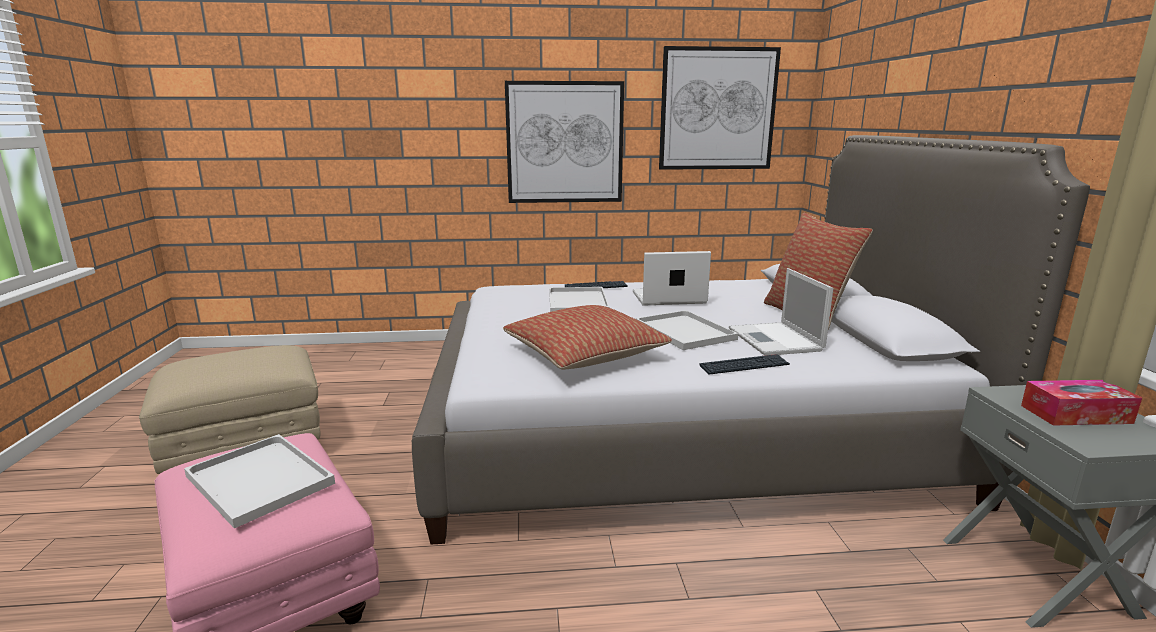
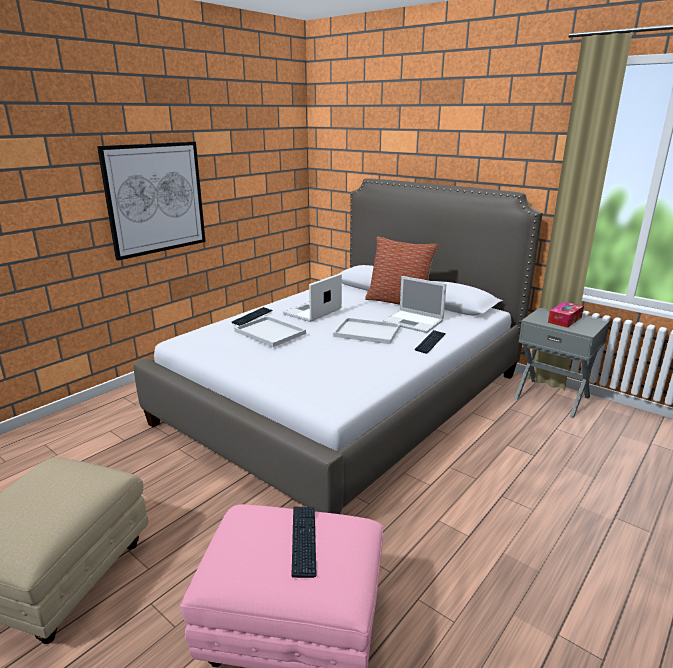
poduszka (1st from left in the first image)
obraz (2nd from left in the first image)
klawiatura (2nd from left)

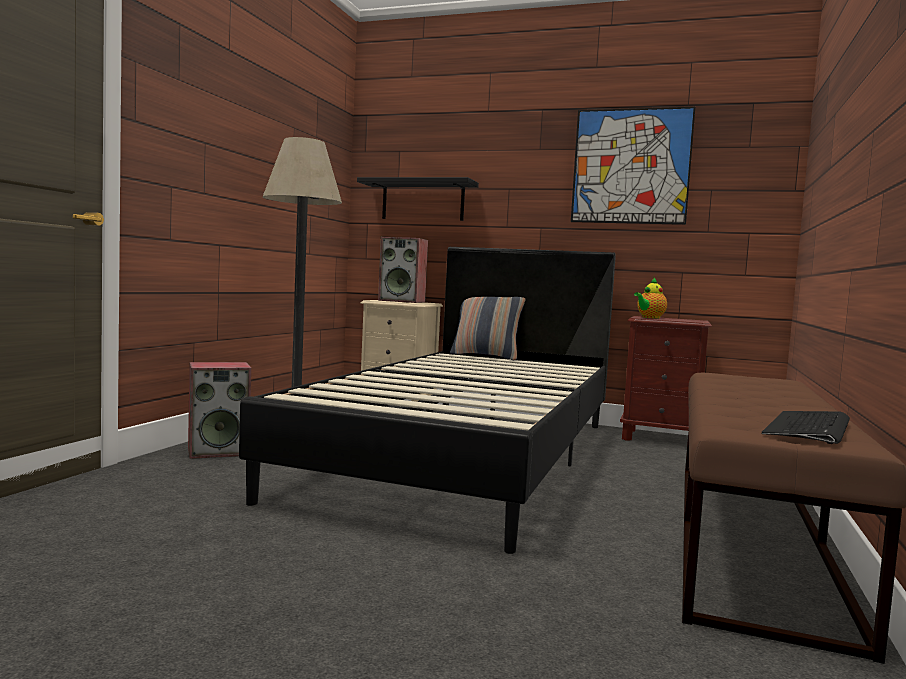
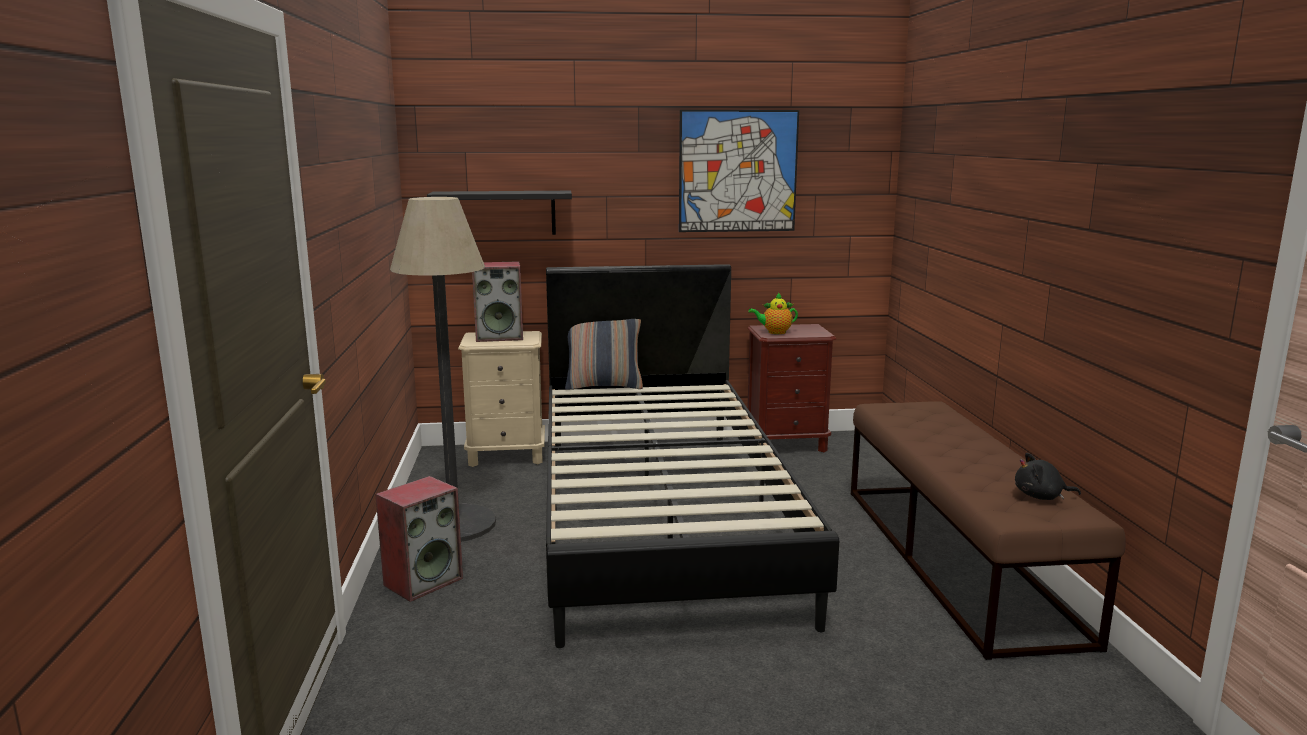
pluszak/czarny
imbryk

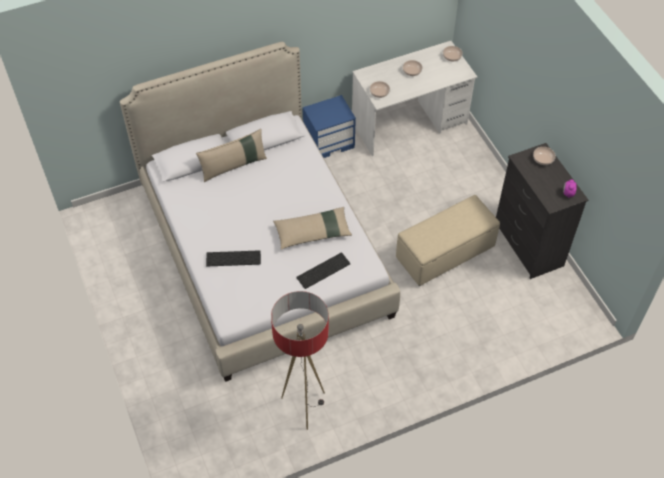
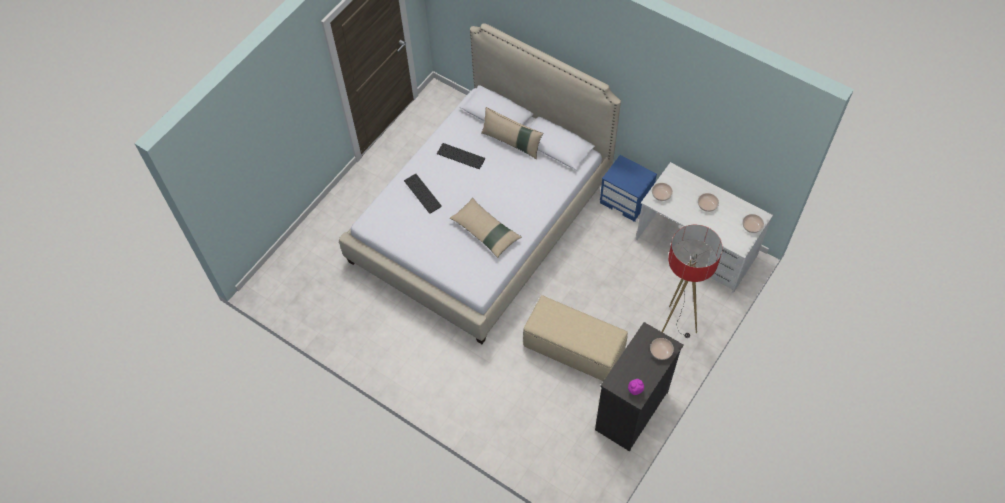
lampa stojąca
klawiatura (2nd from left)

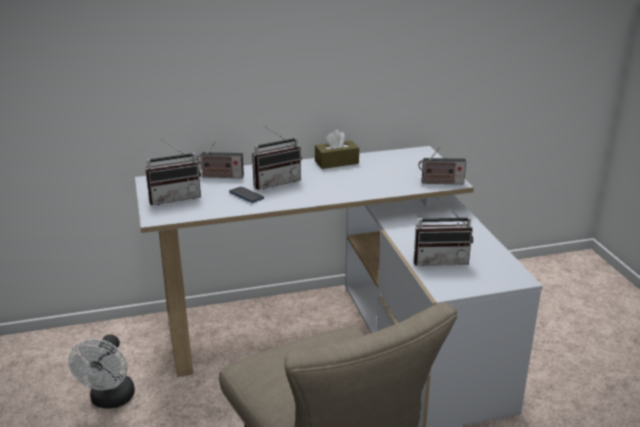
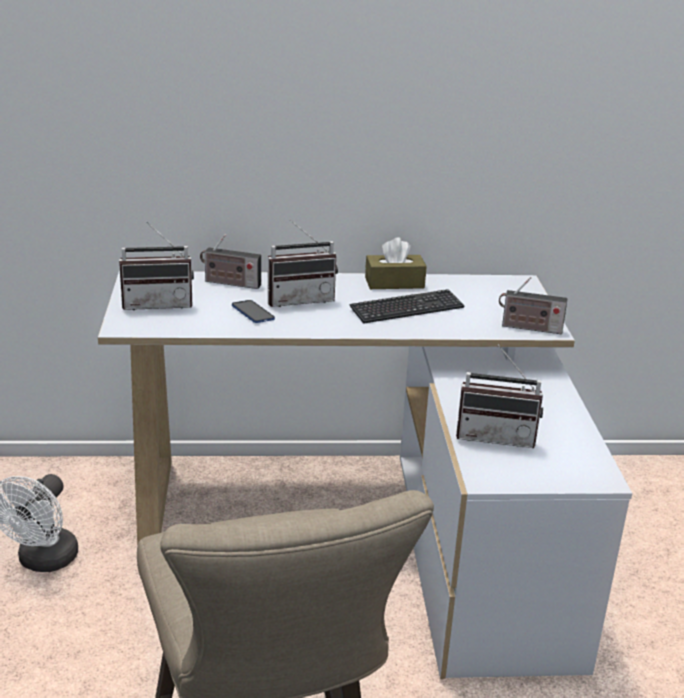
klawiatura

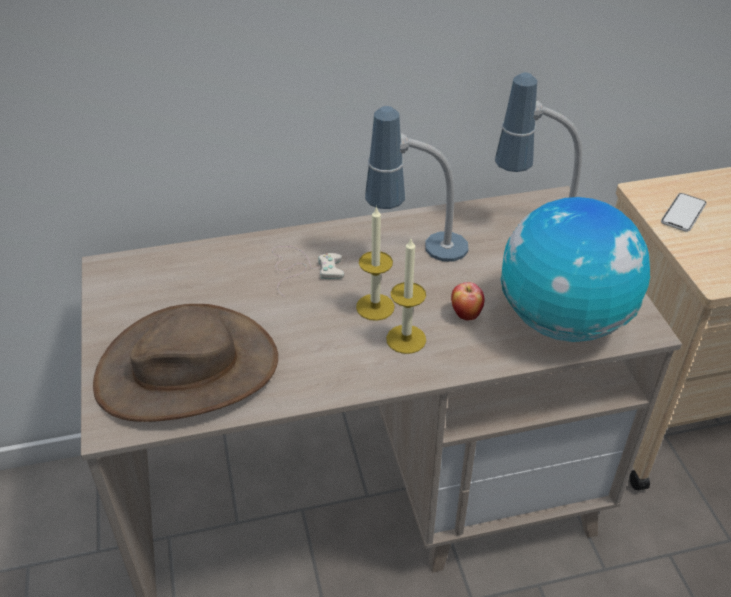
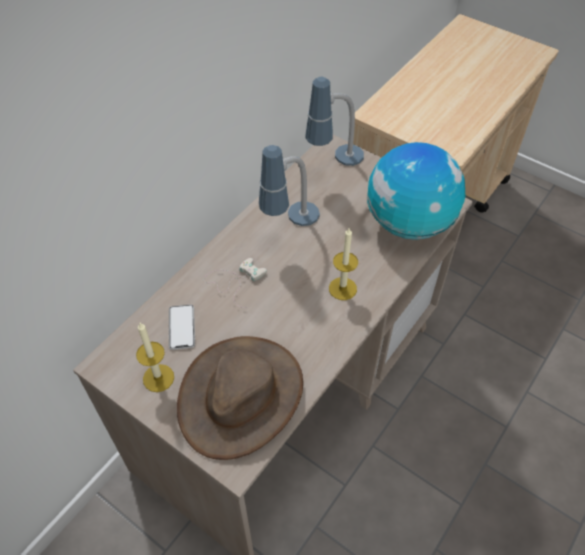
jabłko
świeca (1st from left)
telefon

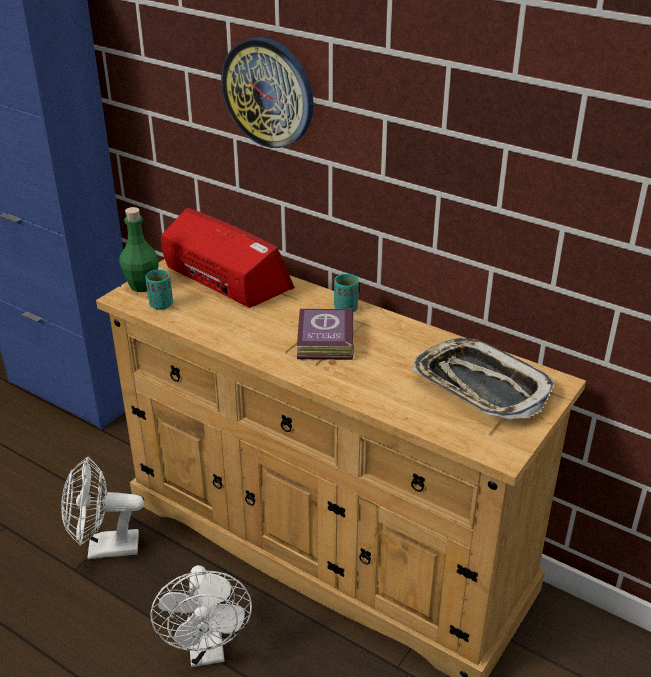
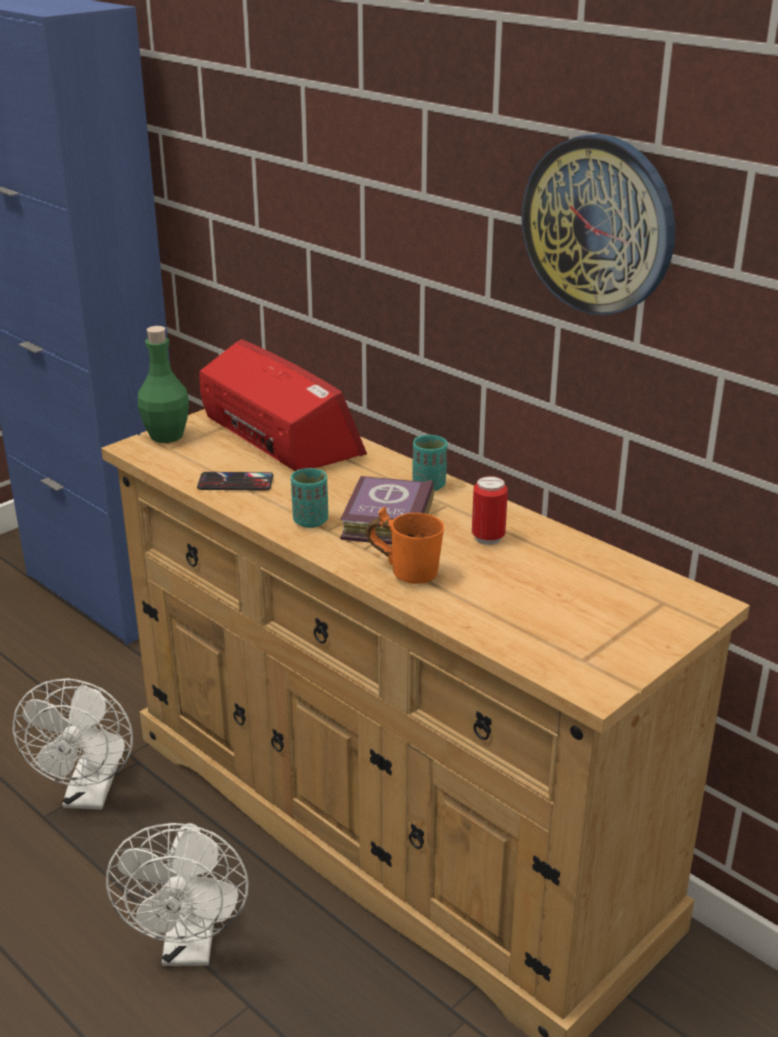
taca
telefon
kubek/pomarańczowy
puszka
filiżanka/turkusowy (1st from left)
zegar ścienny
wentylator/biały (1st from left)

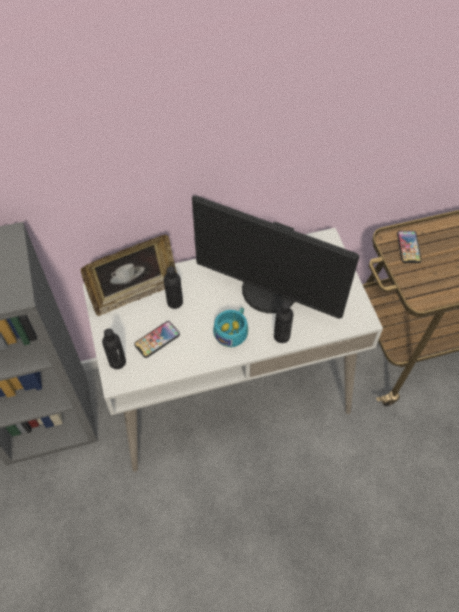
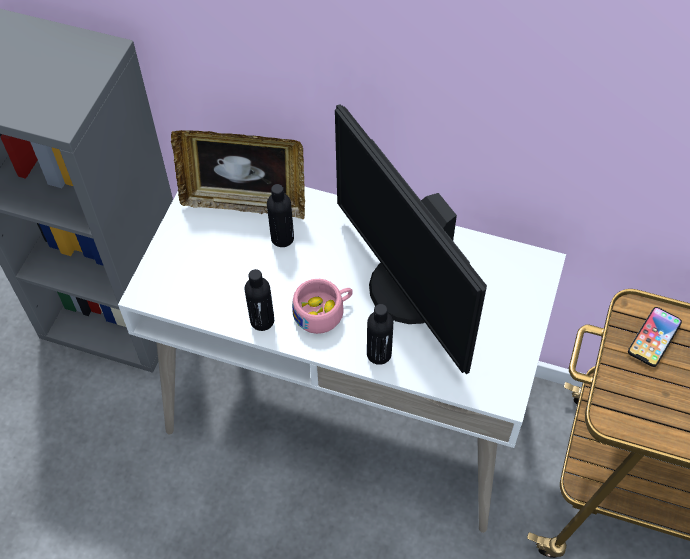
telefon (1st from left in the first image)
butelka/czarny (1st from left)
filiżanka/różowy

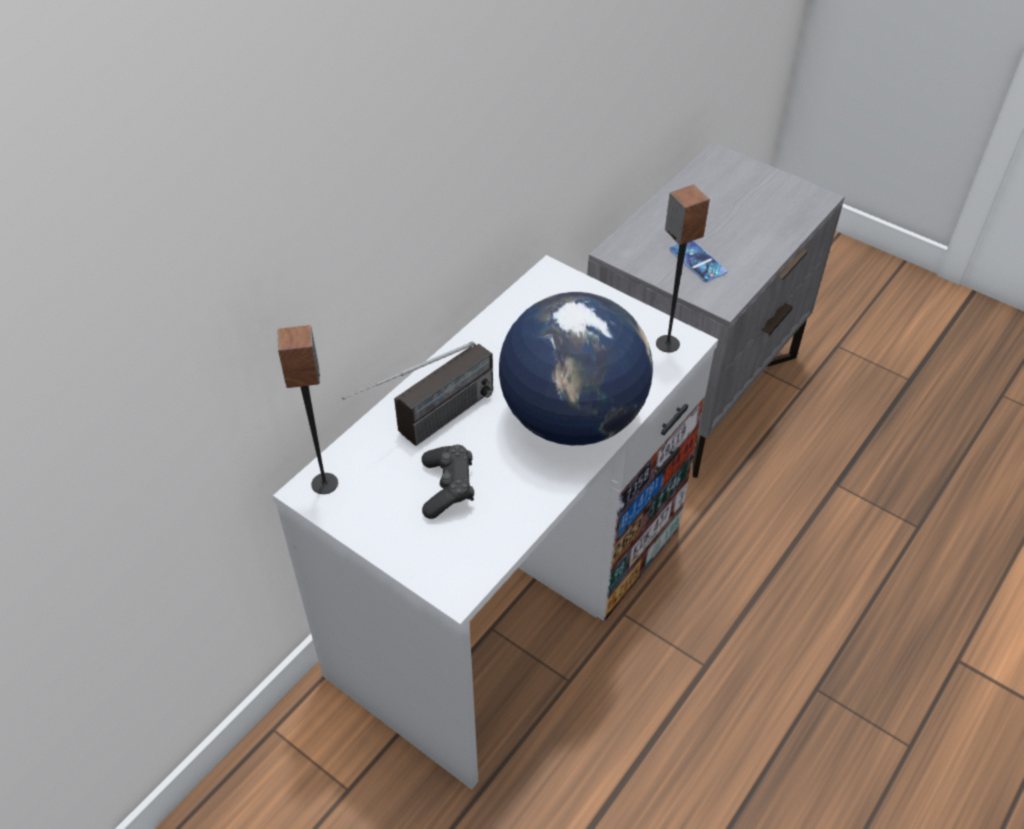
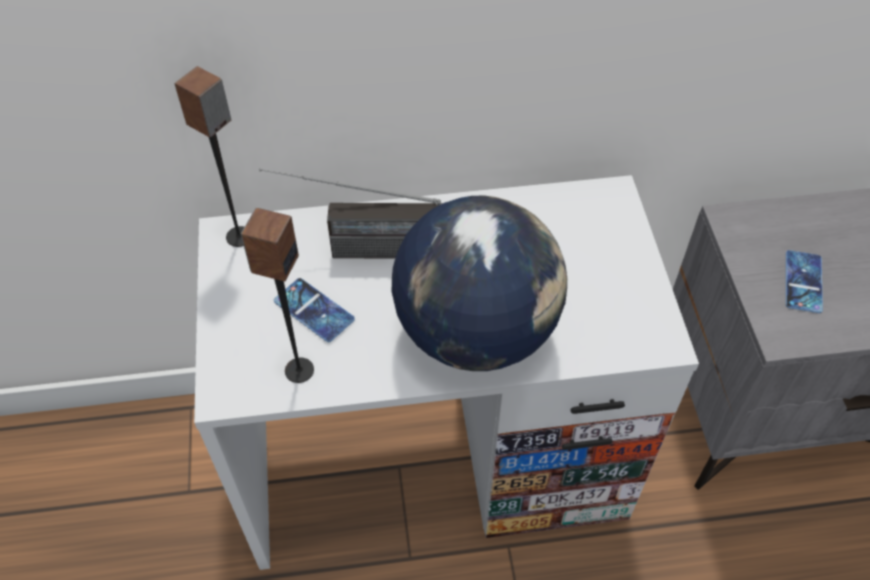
głośnik (2nd from left)
telefon (1st from left)

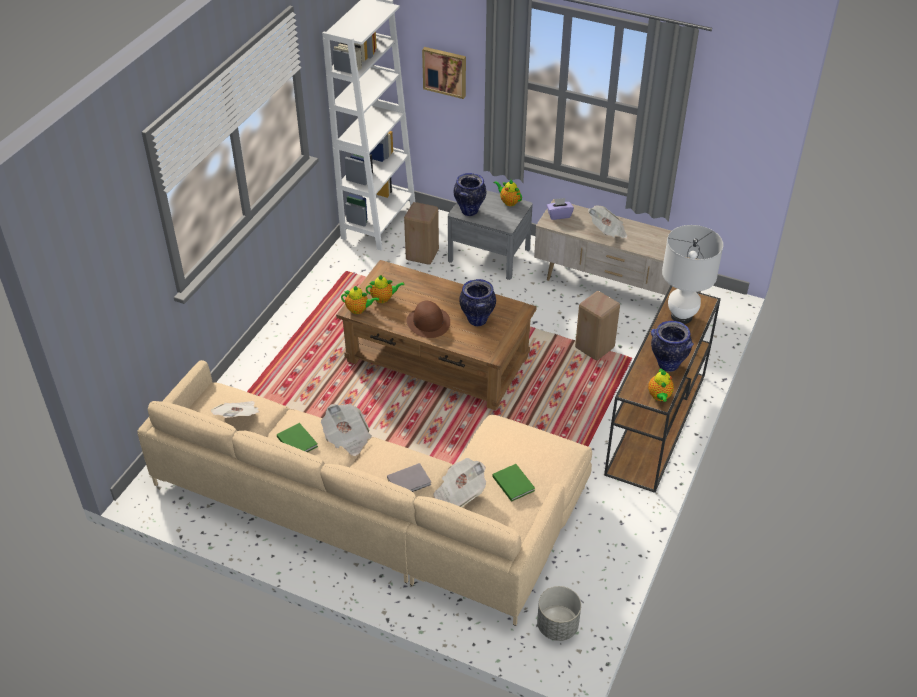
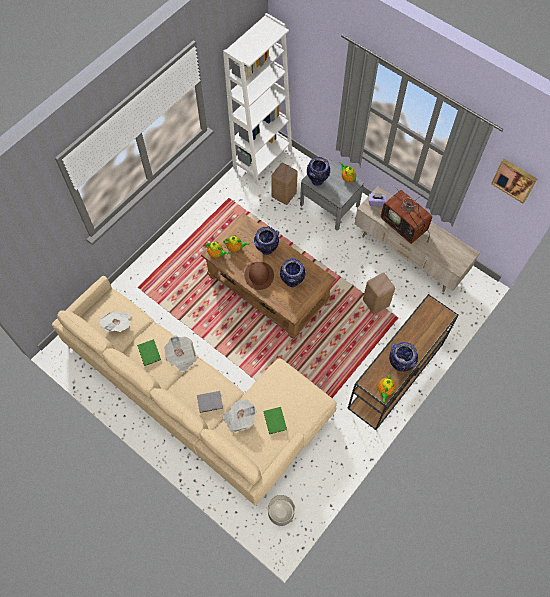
lampa stołowa/biały
wazon (1st from left)
obraz
telewizor

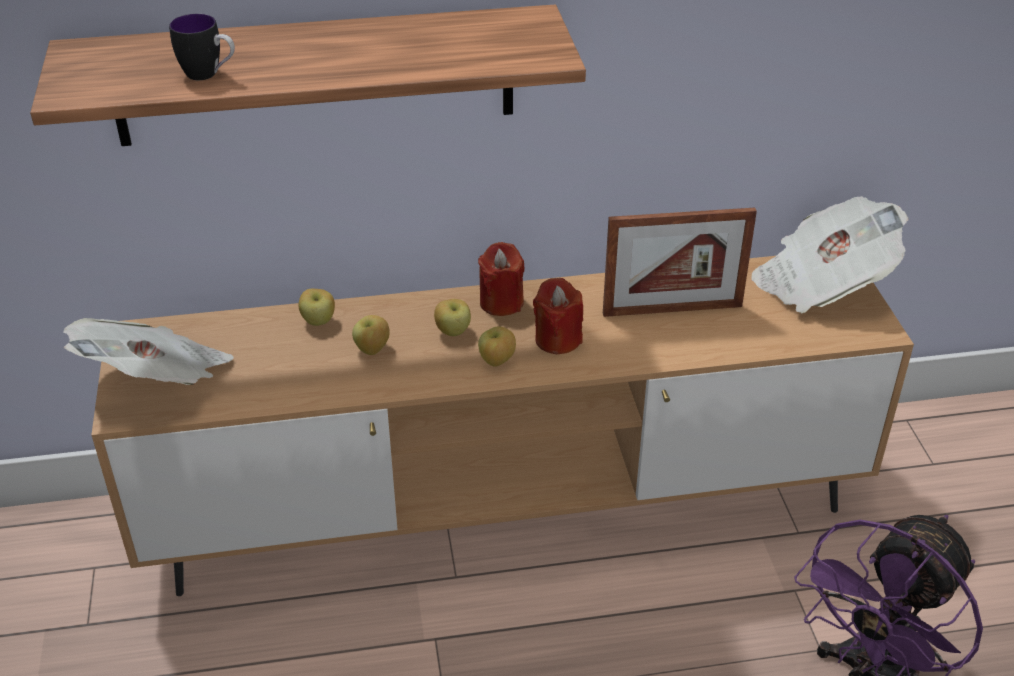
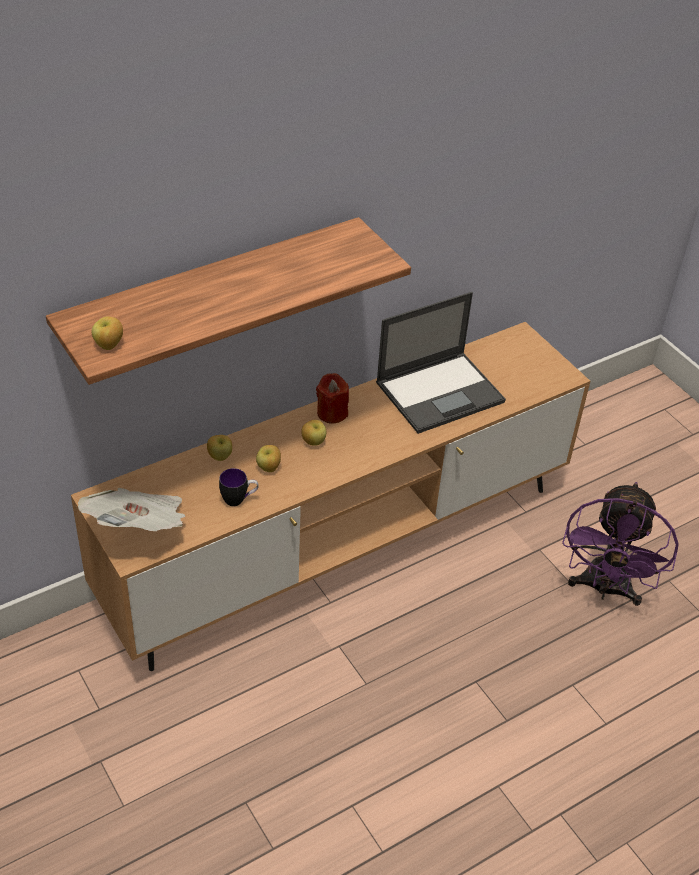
świeca/czerwony (2nd from left in the first image)
gazeta (2nd from left in the first image)
kubek
jabłko (1st from left)
laptop

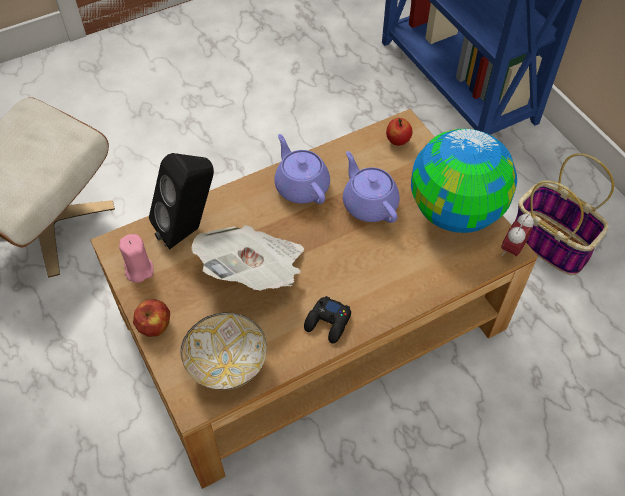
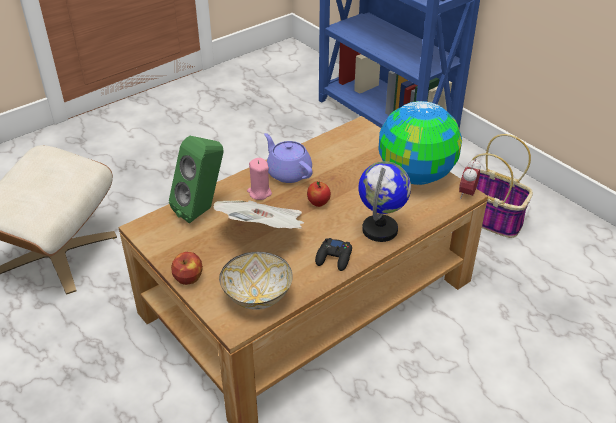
imbryk/fioletowy (2nd from left in the first image)
globus (1st from left)
świeca/różowy
jabłko (2nd from left)
głośnik/zielony

